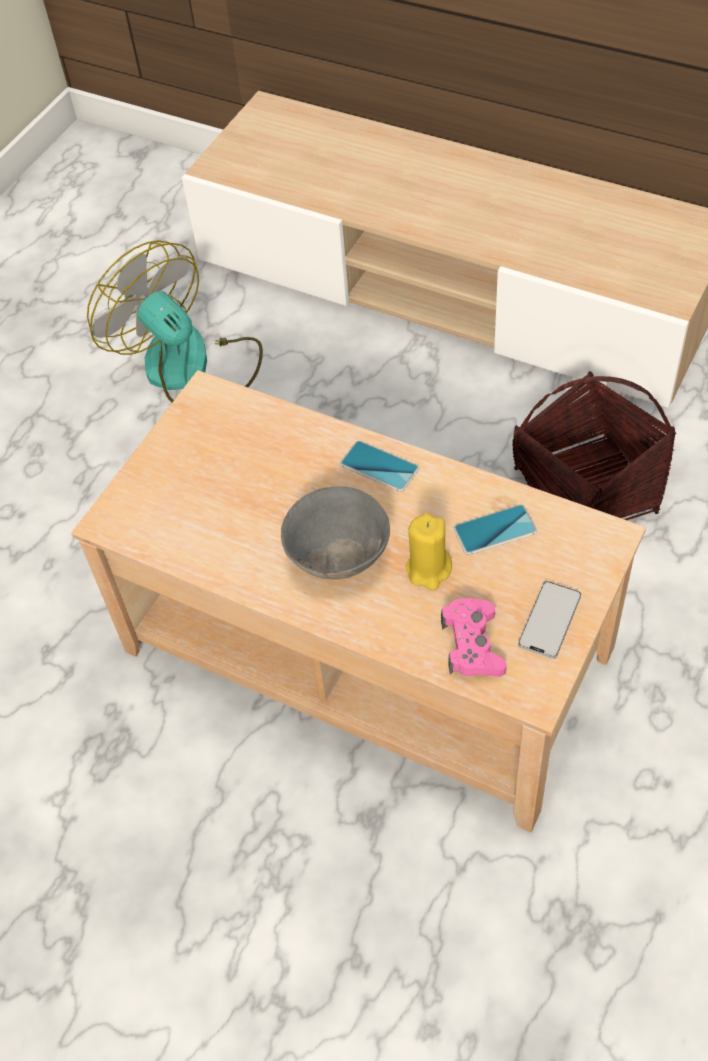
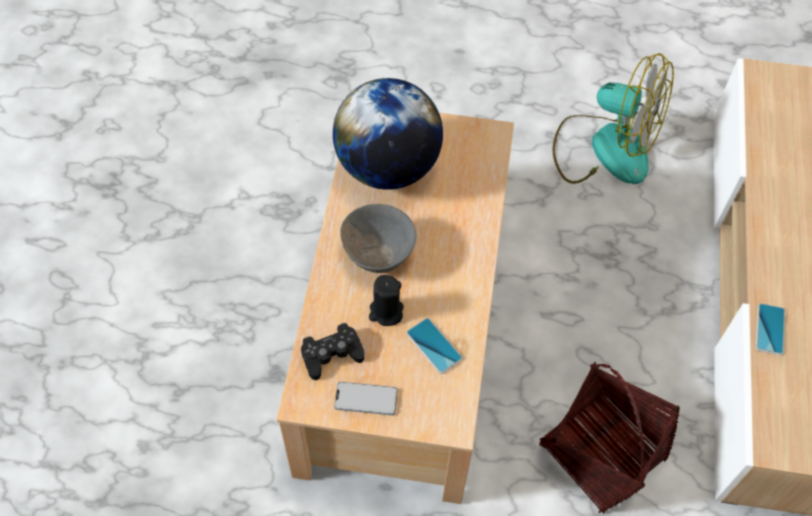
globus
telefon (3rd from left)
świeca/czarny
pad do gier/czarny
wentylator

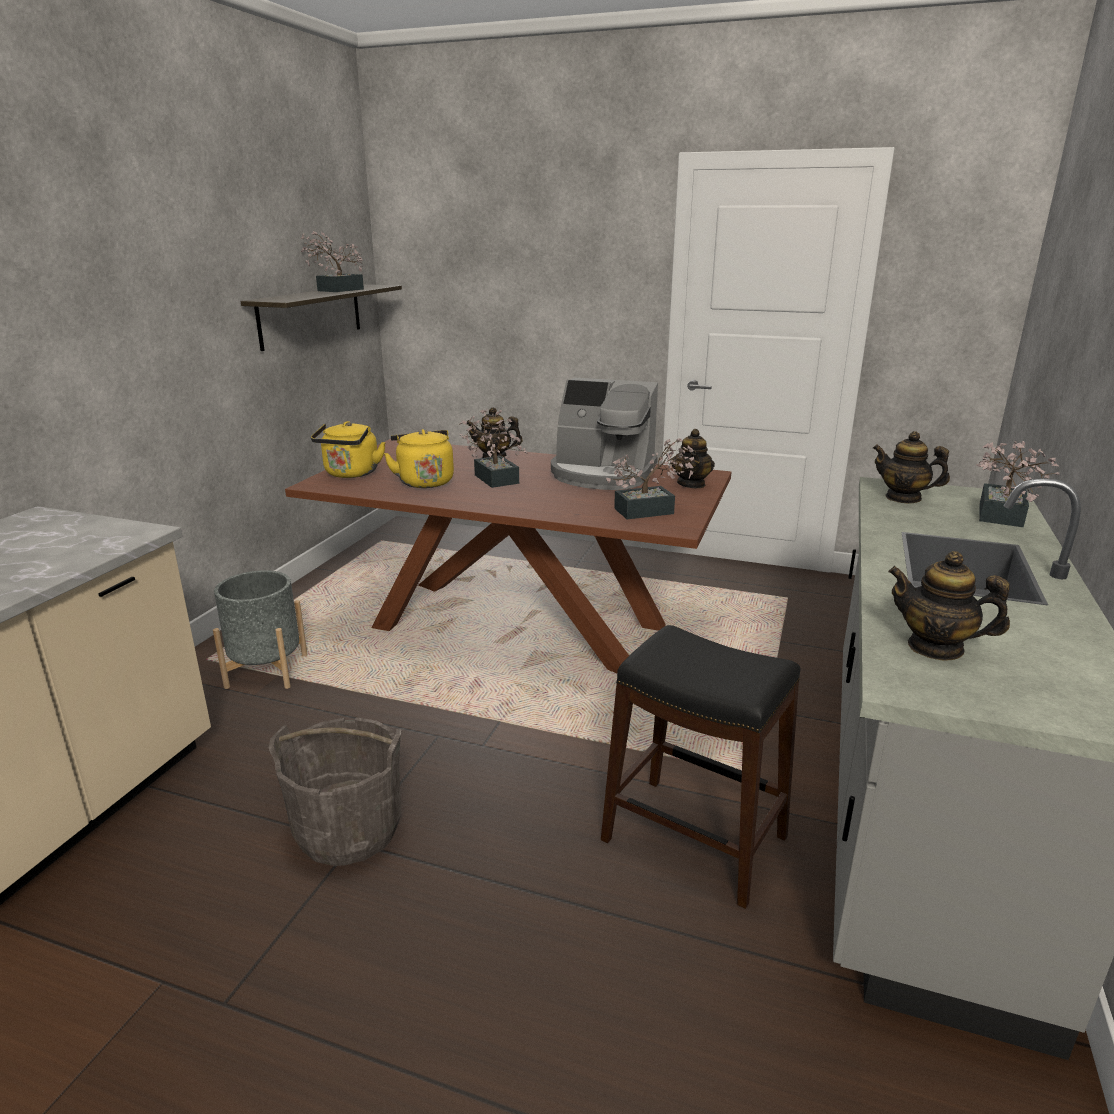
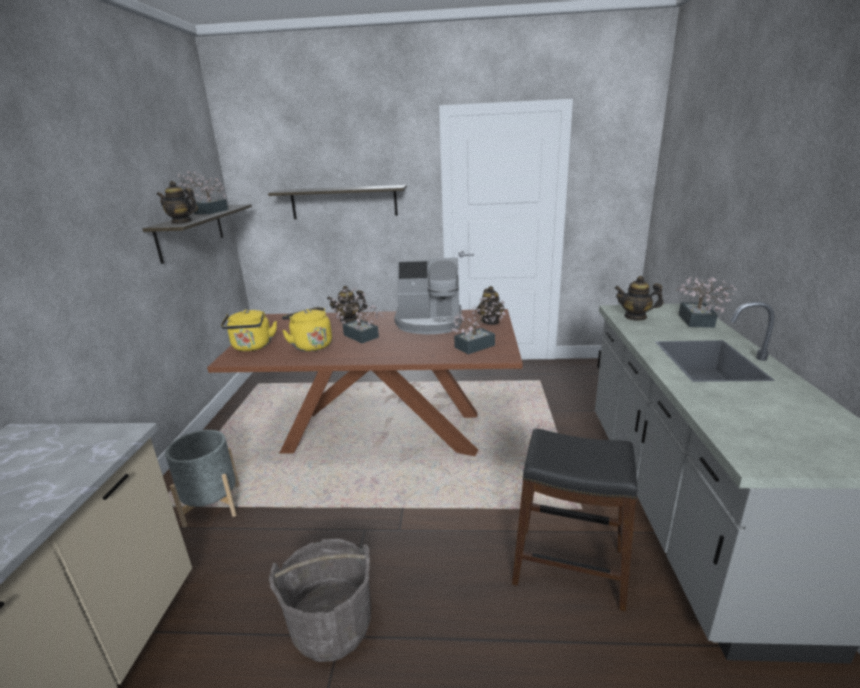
półka (2nd from left)
imbryk (1st from left)

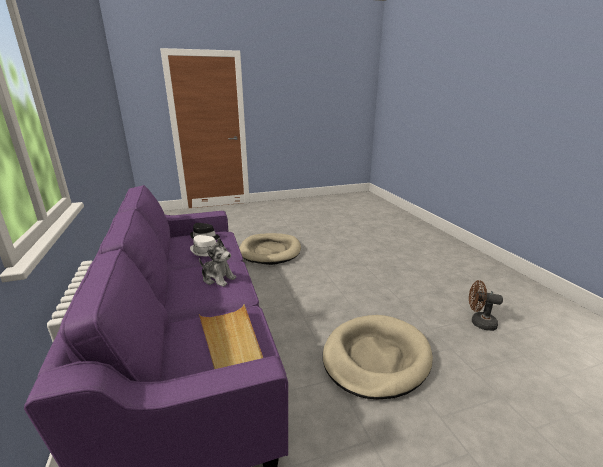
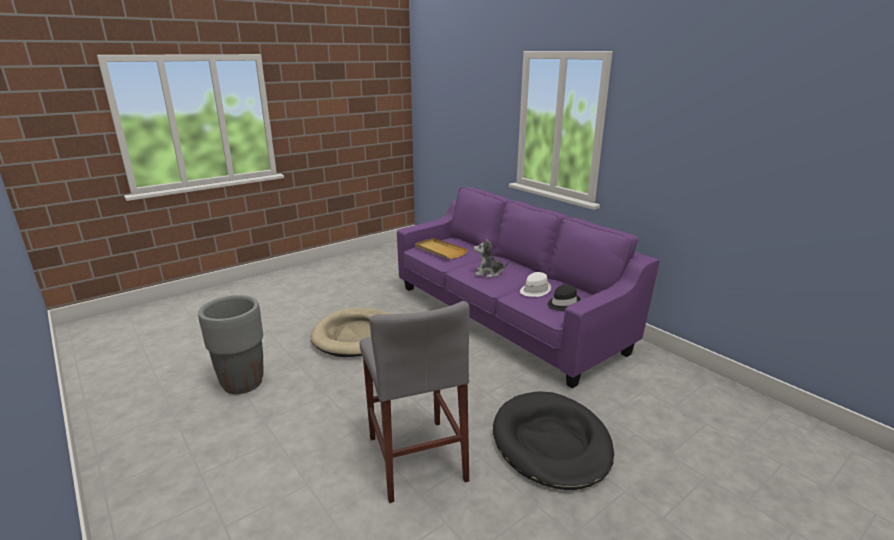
stołek/szary
donica/szary
legowisko/czarny

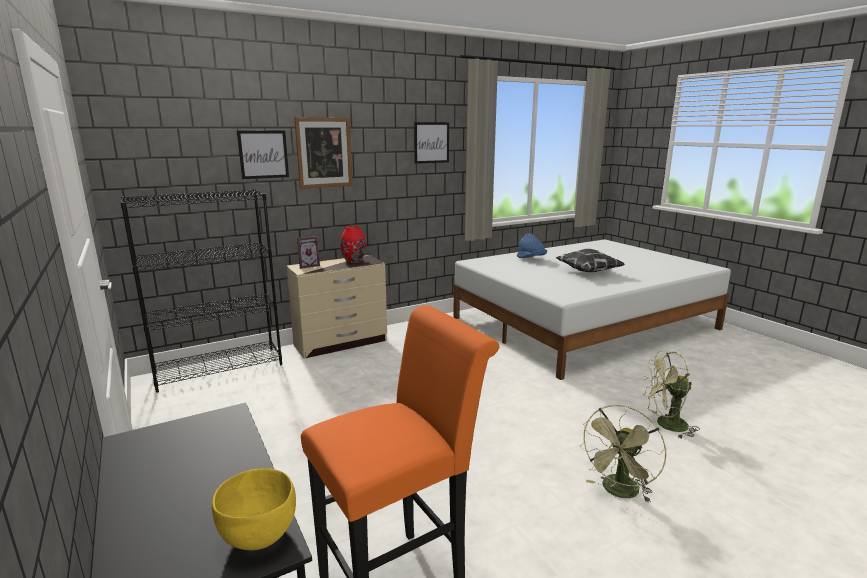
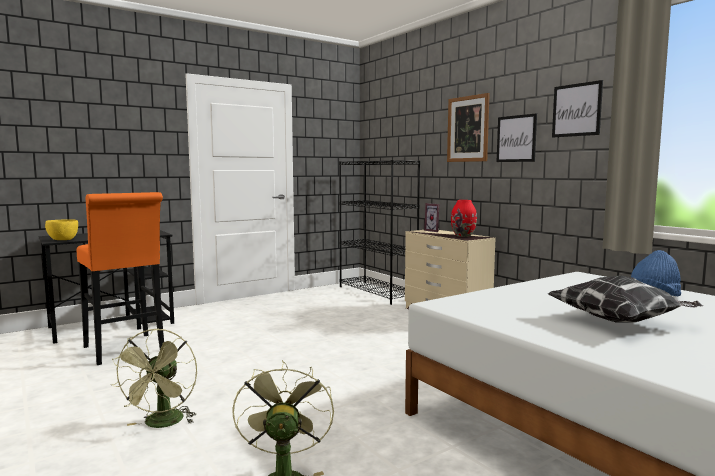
obraz (2nd from left)
wentylator/zielony (1st from left)

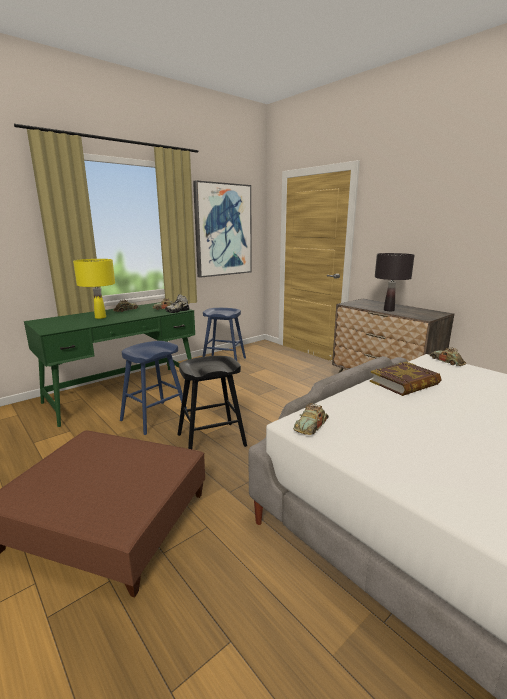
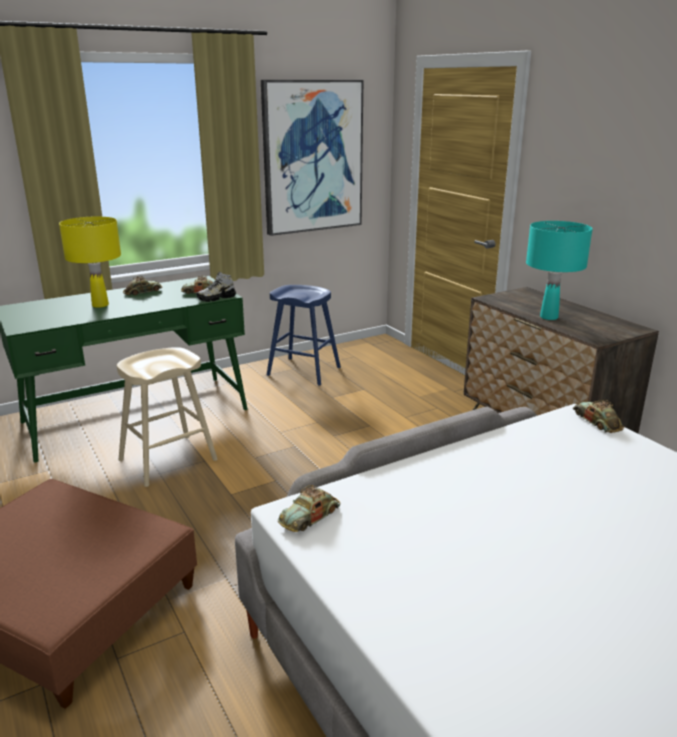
stołek/czarny
książka
stołek/beżowy
lampa stołowa/turkusowy

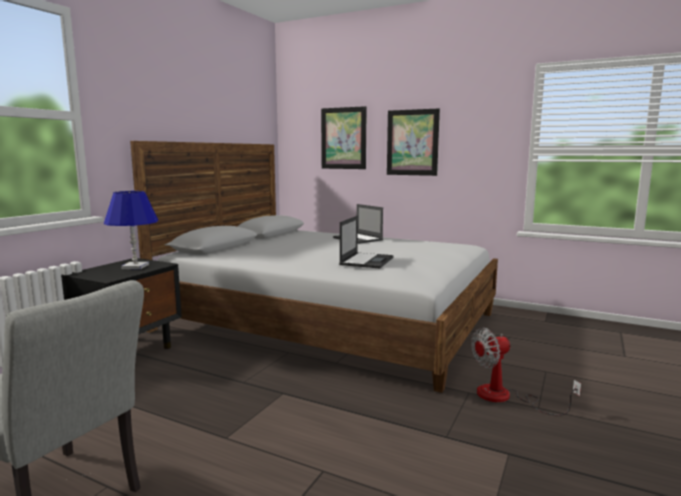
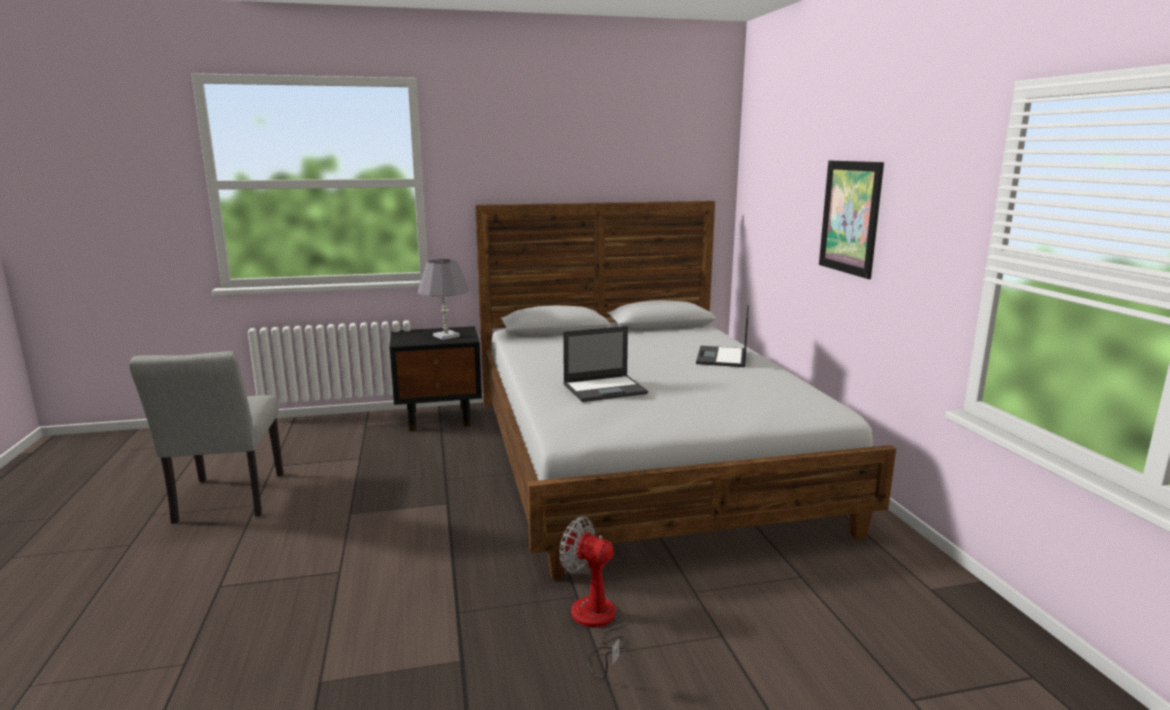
obraz (1st from left in the first image)
lampa stołowa/szary

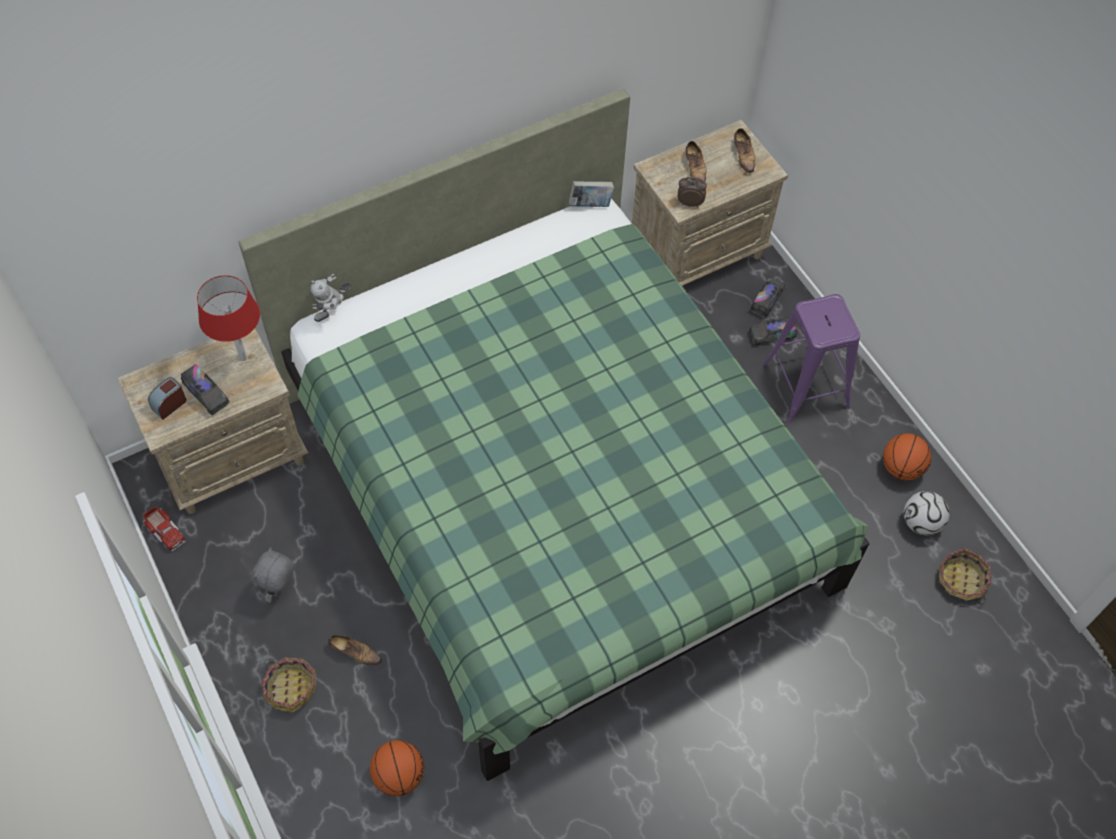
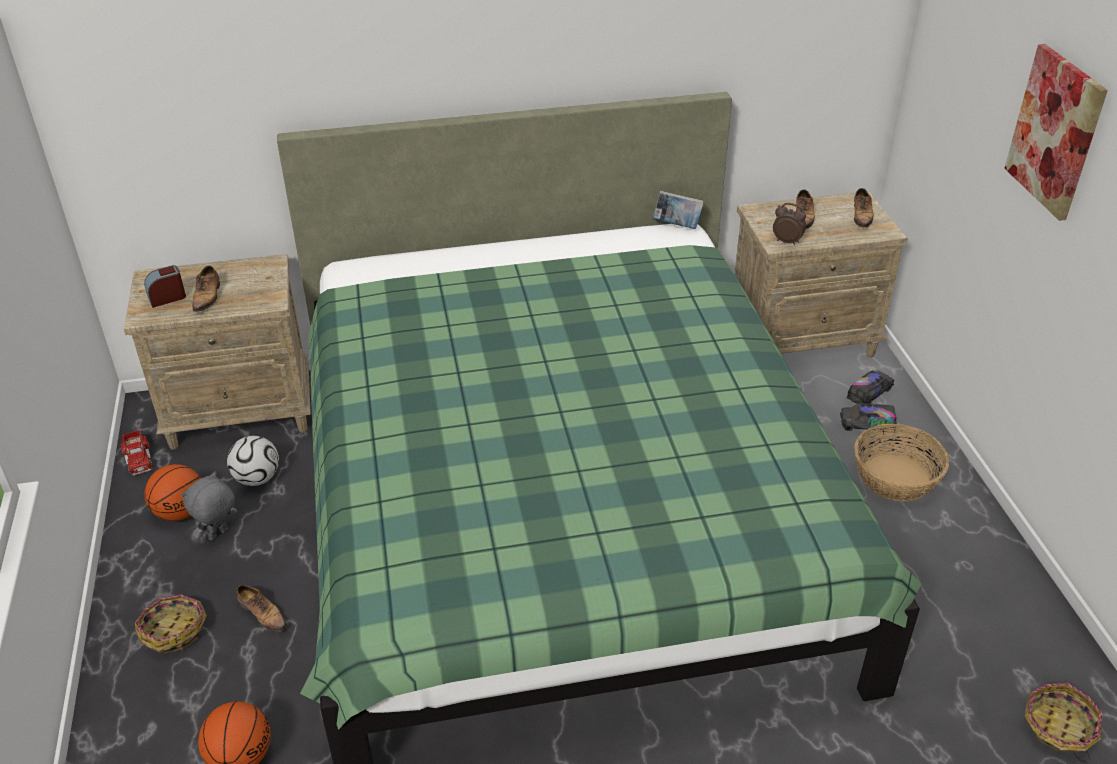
lampa stołowa/czerwony
robot zabawkowy
obraz
piłka do koszykówki (1st from left)
piłka futbolowa
but (1st from left)
koszyk (2nd from left)

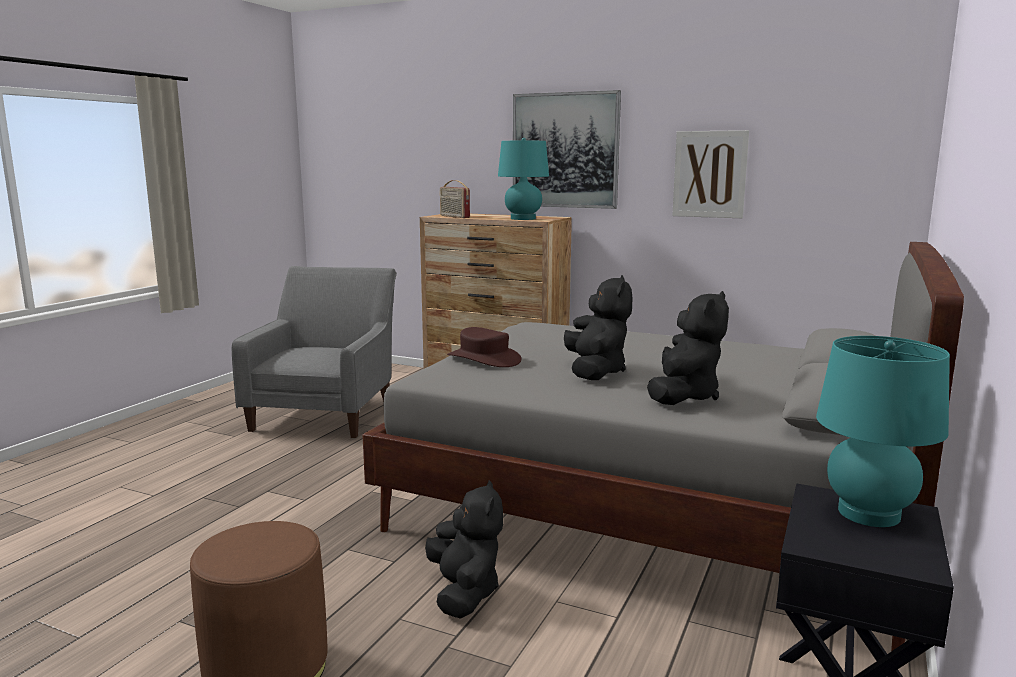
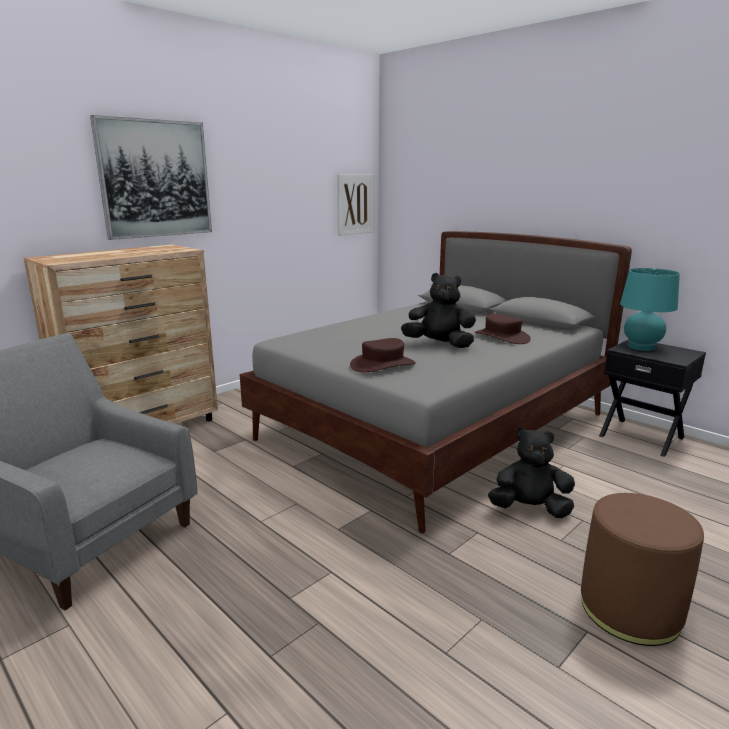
radio
lampa stołowa/turkusowy (1st from left in the first image)
obraz (2nd from left)
kapelusz/brązowy (2nd from left)

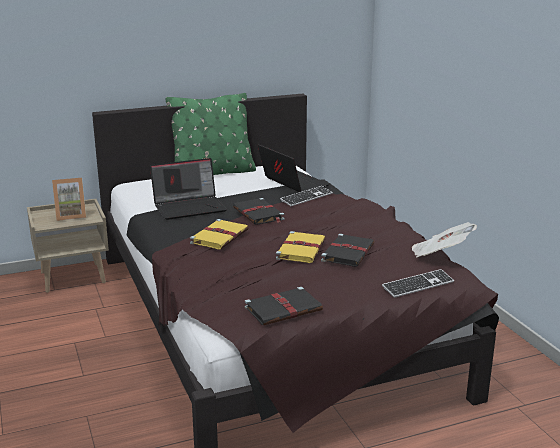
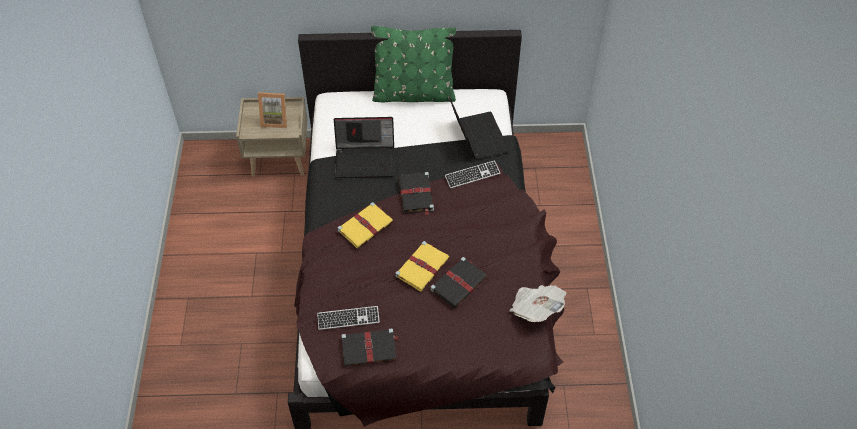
klawiatura (1st from left)

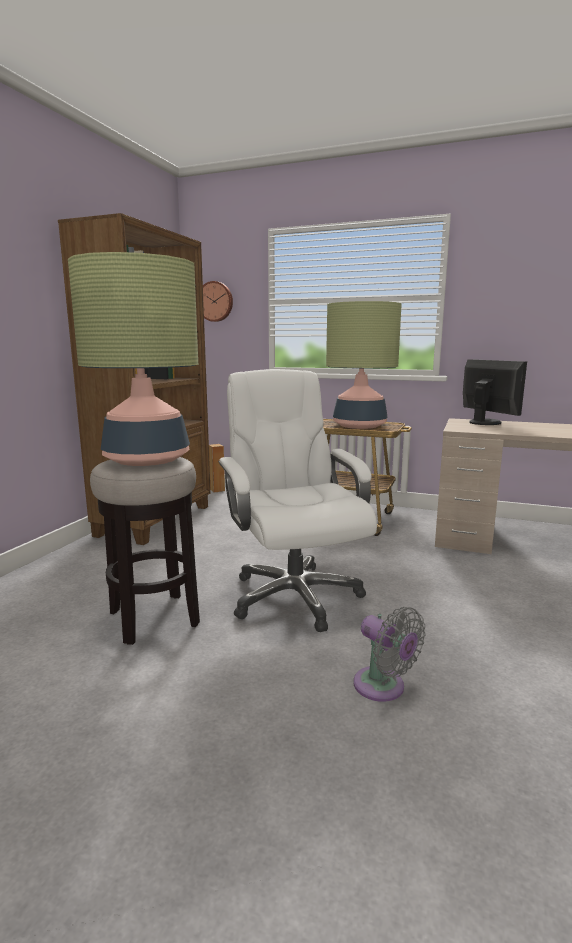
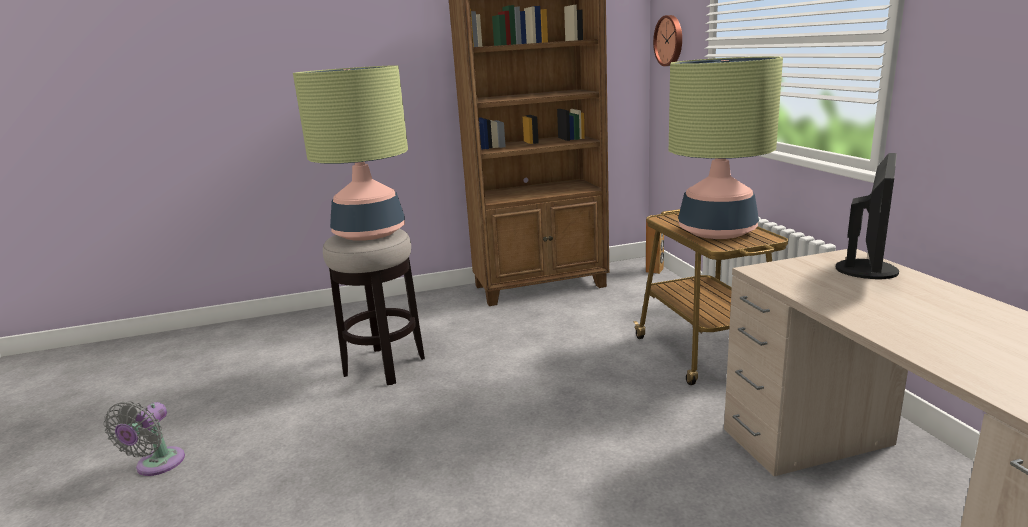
krzesło biurowe/biały
wentylator/szary

